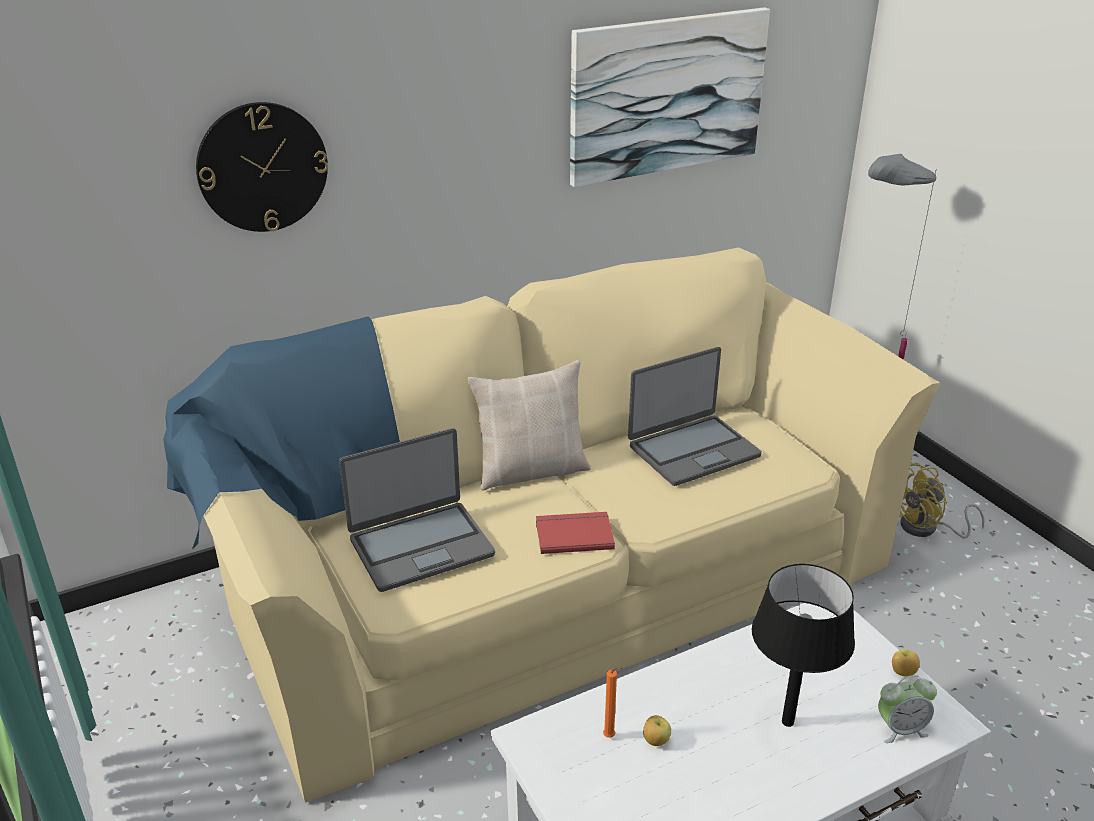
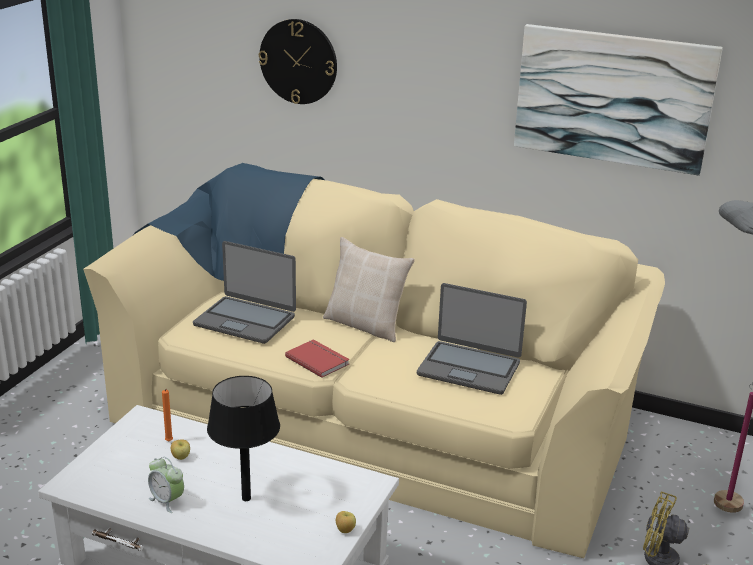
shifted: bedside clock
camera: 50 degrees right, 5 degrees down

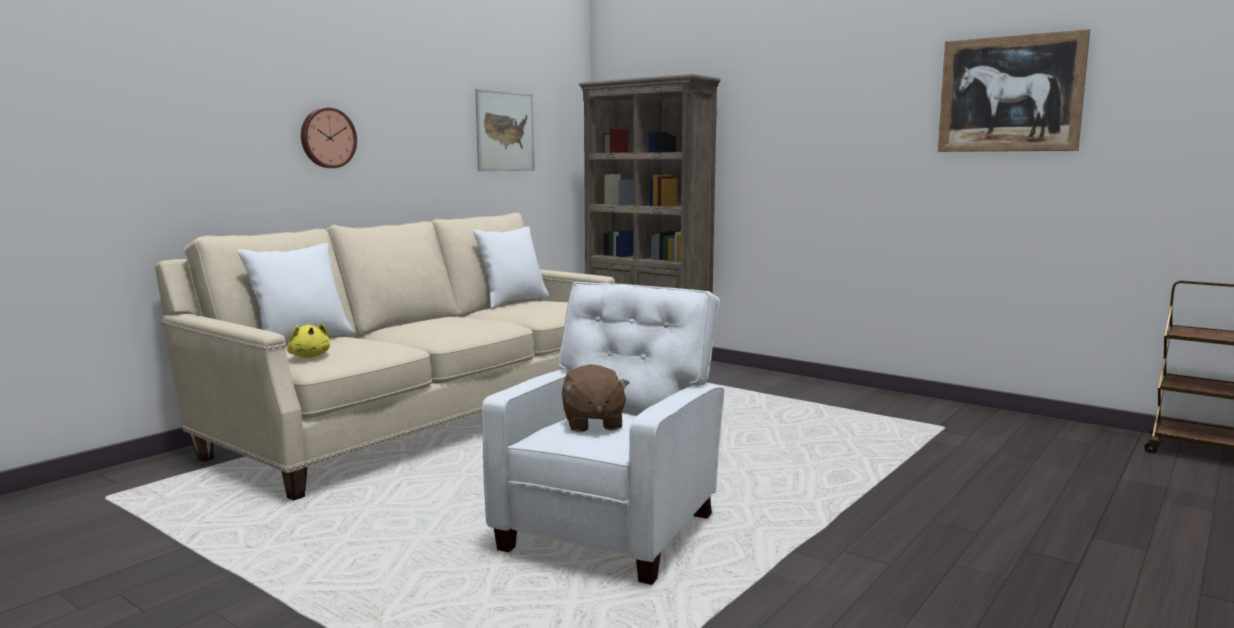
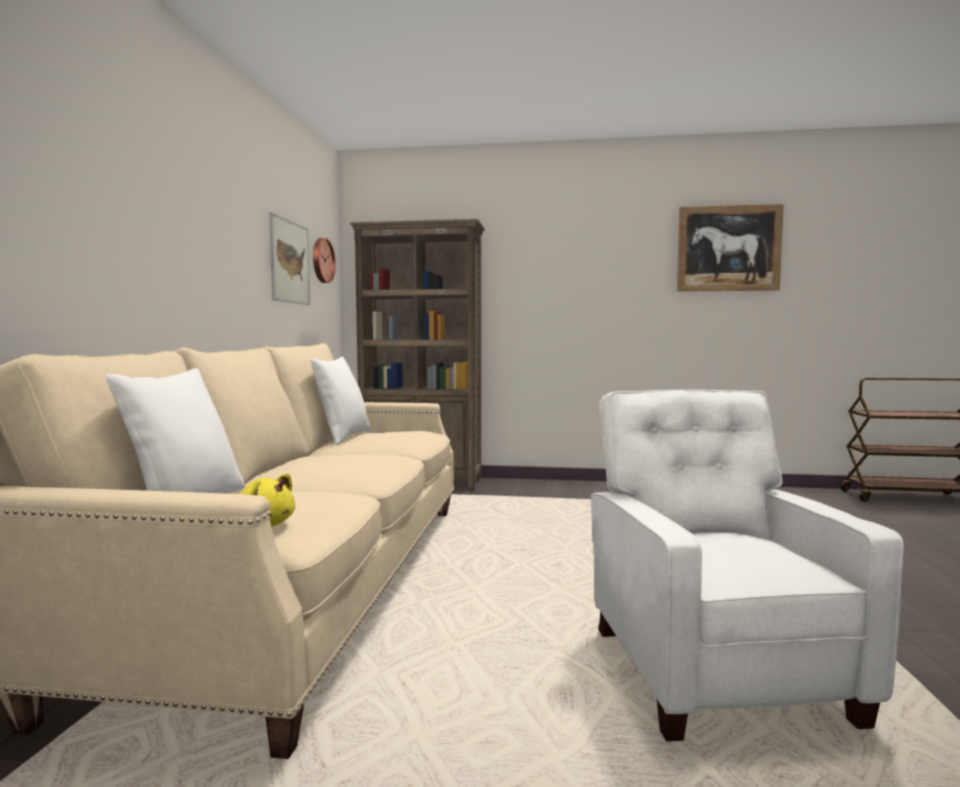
gone: cuddly toy in brown-coloured
shifted: wall clock
camera: 30 degrees left, 5 degrees down

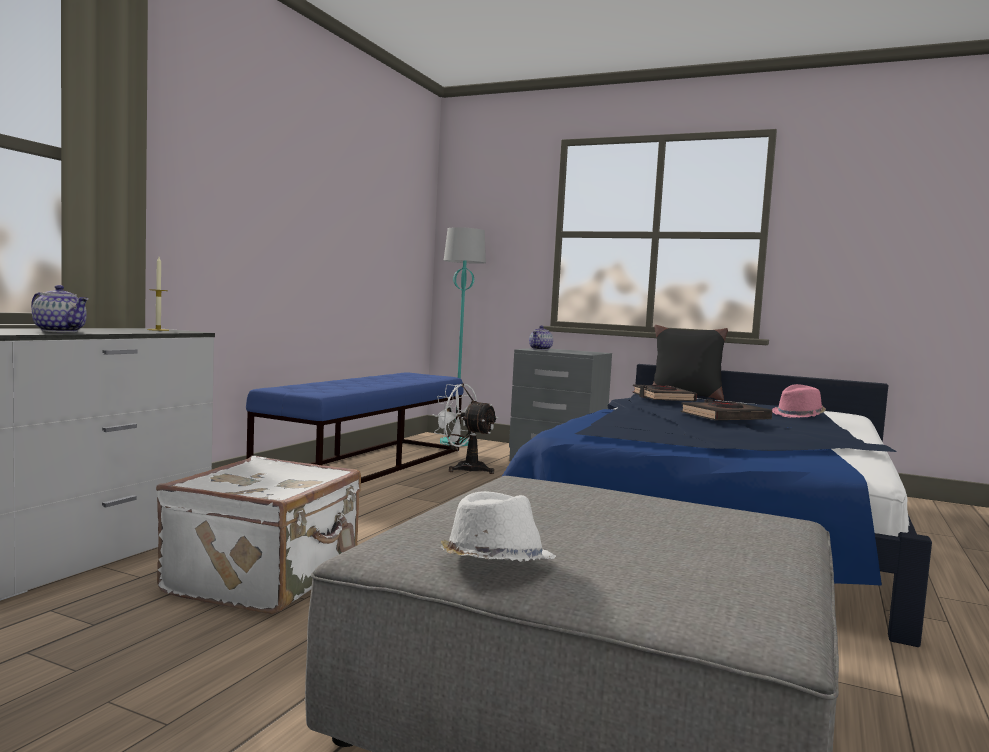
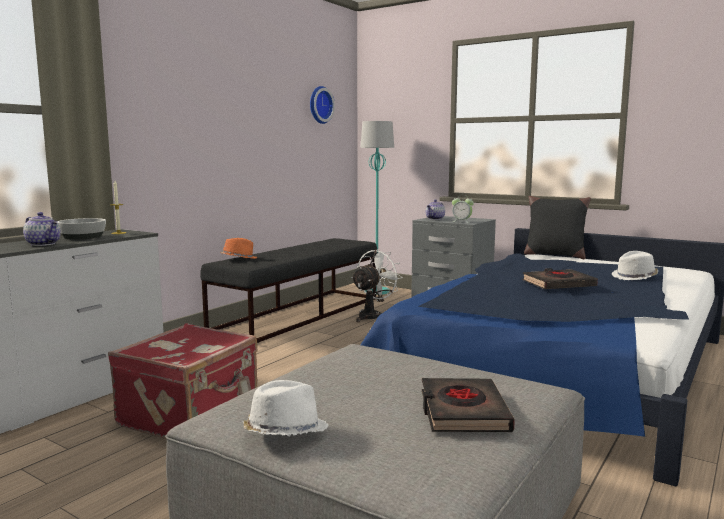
new: wall clock; bedside clock; serving bowl; clothing hat in orangey
shifted: volume in black (no. 1 from left)
repainted: long seat in bluish to long seat in black; clothing hat in pink to clothing hat in white-coloured (no. 2 from left); piece of luggage in white-coloured to piece of luggage in reddish
rotated: cooling fan in white-coloured 90 degrees clockwise
camera: 10 degrees right, 5 degrees up

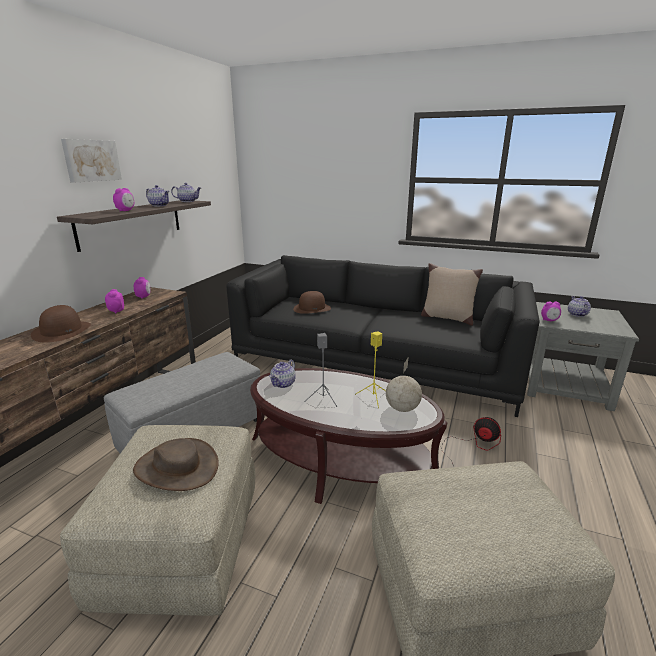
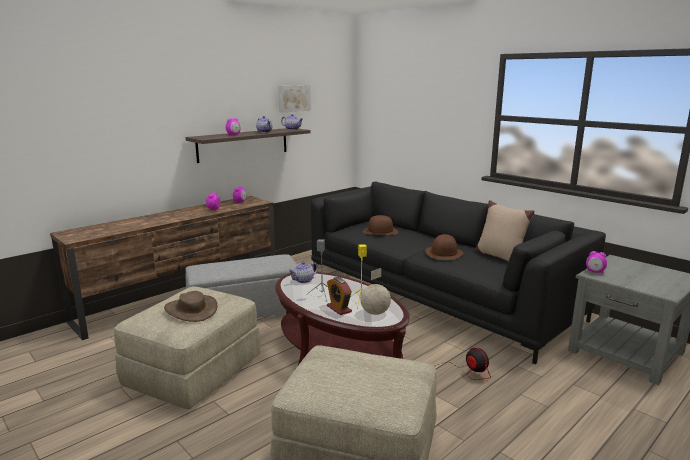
gone: tea pot (no. 4 from left)
new: bedside clock (no. 4 from left)
shifted: wall art; clothing hat in brown-coloured (no. 1 from left in the first image) to clothing hat in brown-coloured (no. 3 from left)
camera: 25 degrees right, 5 degrees down

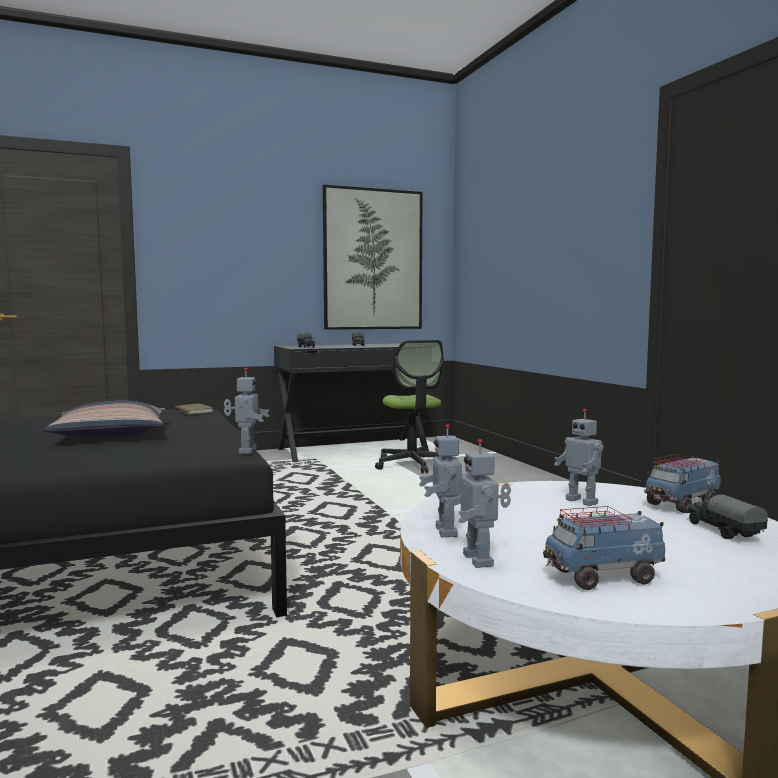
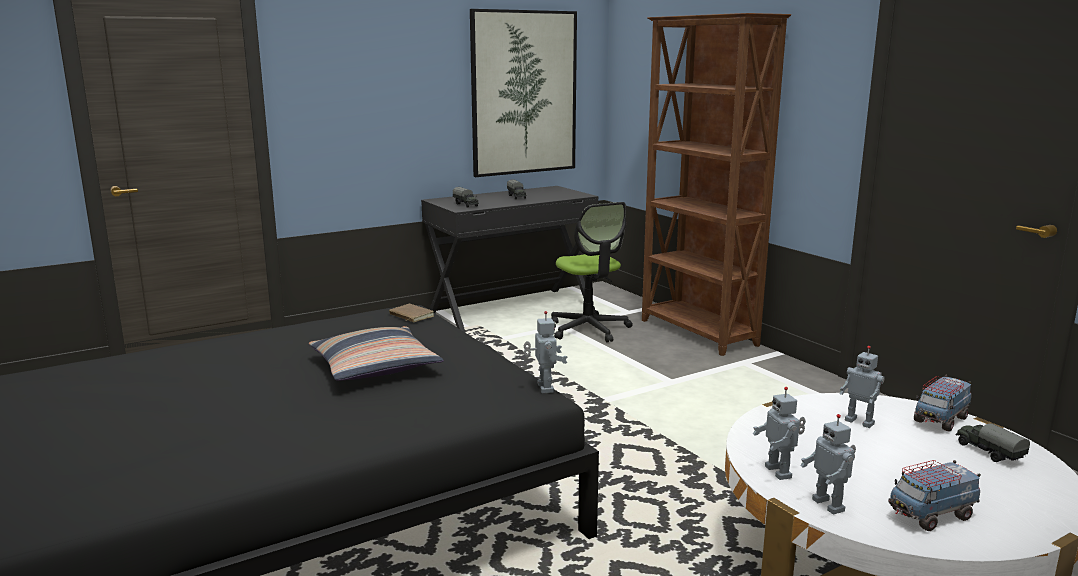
new: bookcase in brown-coloured
camera: 10 degrees left, 10 degrees up

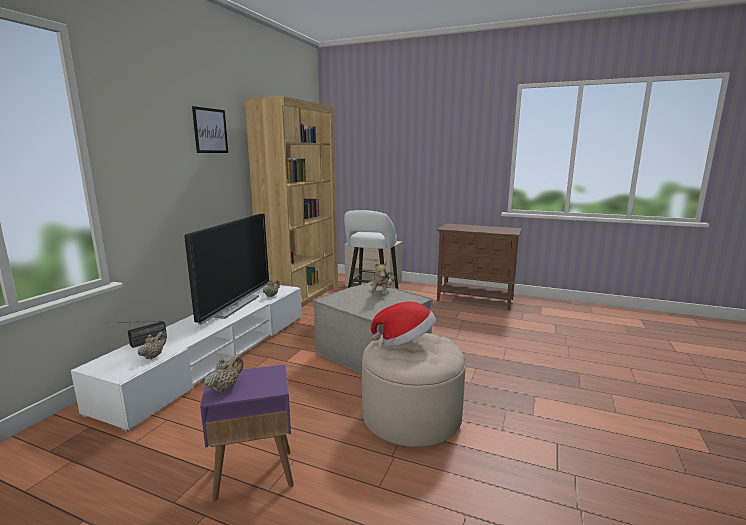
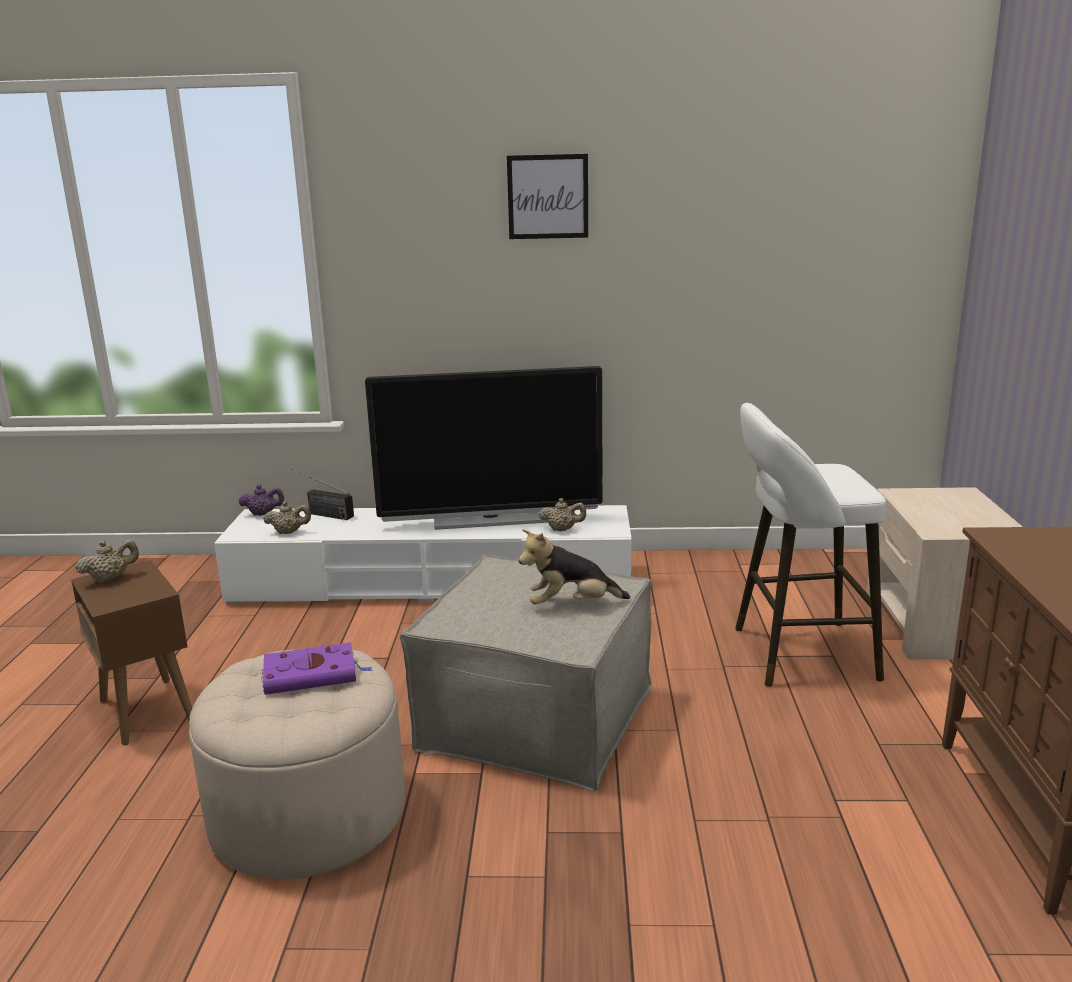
gone: bookcase in brown-coloured
new: tea pot in purple
swapped: clothing hat to volume in purple
repainted: accent table in purple to accent table in brown-coloured
rotated: tea pot in beige (no. 2 from left in the first image) 45 degrees counterclockwise
camera: 70 degrees right, 5 degrees up

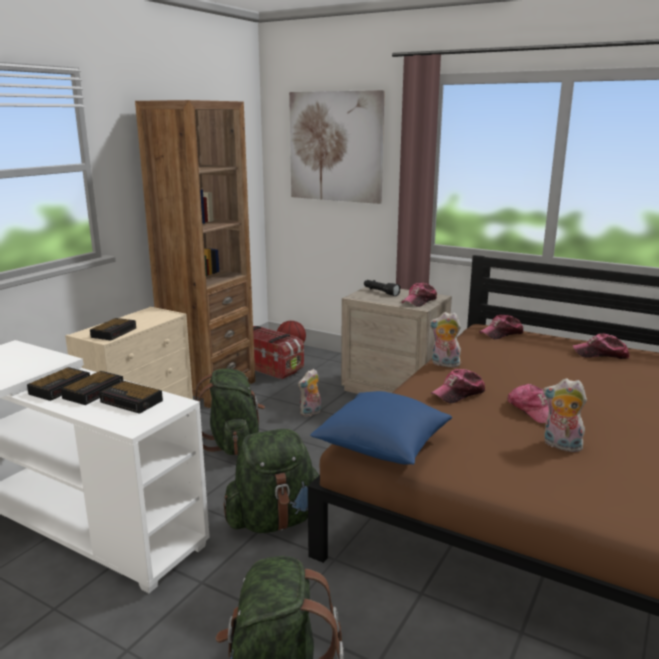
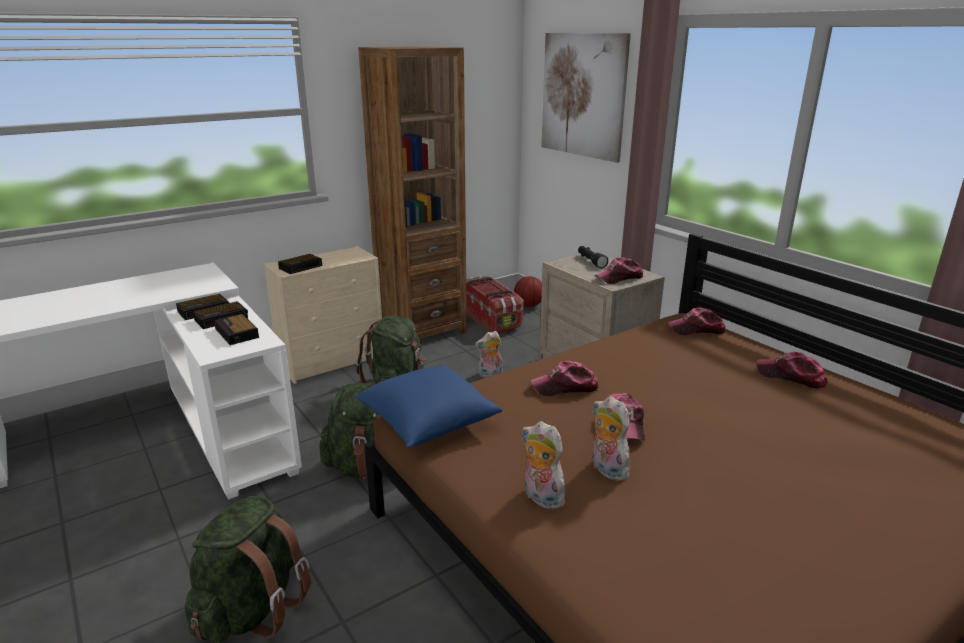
shifted: cuddly toy (no. 2 from left)
camera: 25 degrees right, 5 degrees up

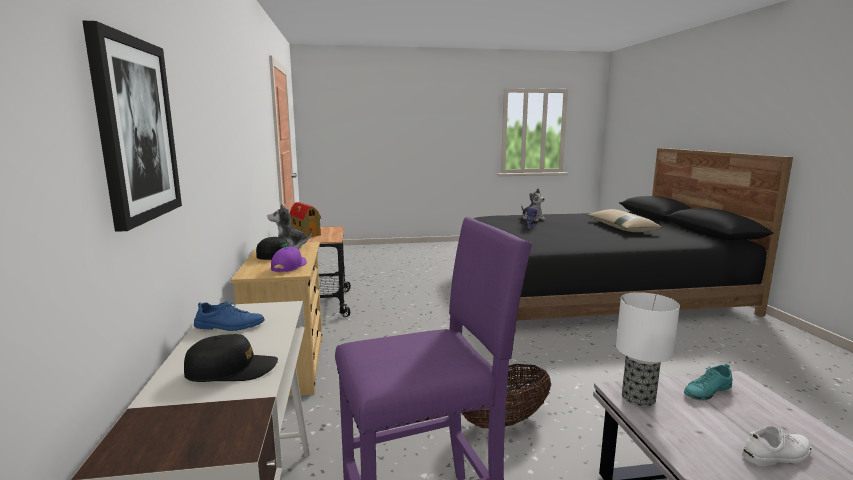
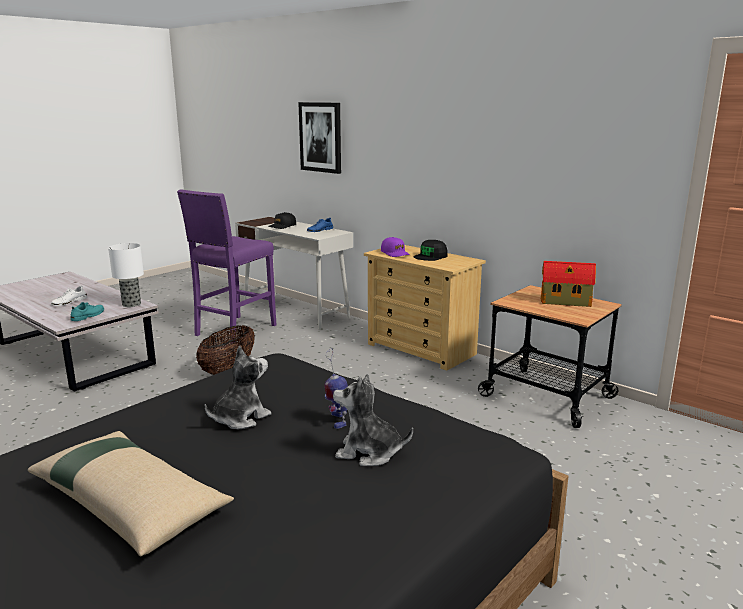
shifted: cuddly toy (no. 1 from left)
camera: 140 degrees right, 5 degrees up

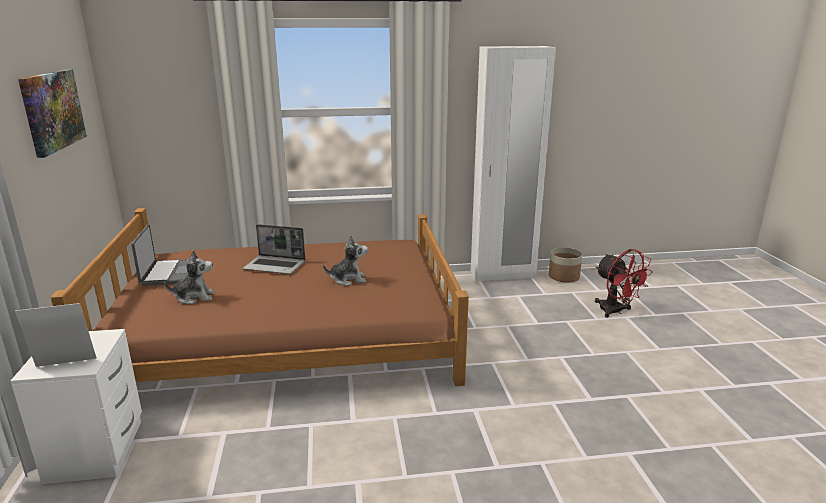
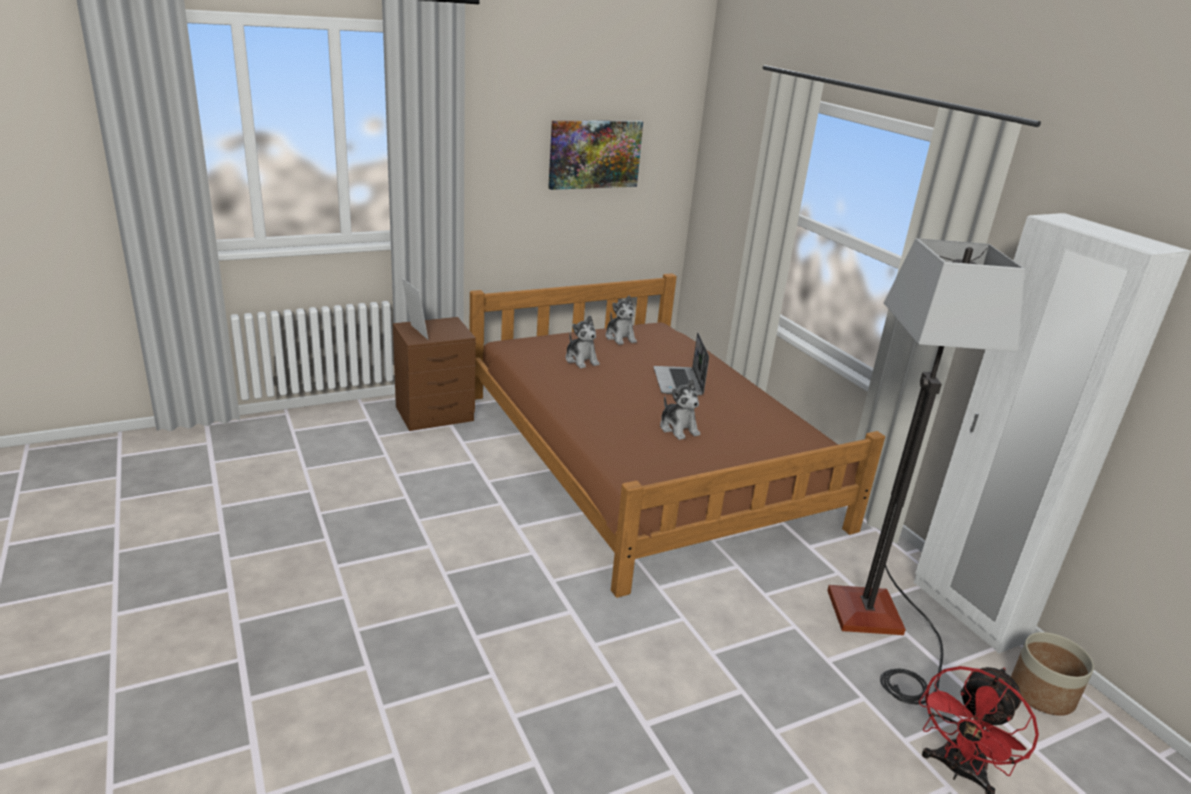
new: floor lamp
swapped: notebook computer (no. 1 from left) to cuddly toy (no. 2 from left)
repainted: night table in white-coloured to night table in brown-coloured
camera: 70 degrees right, 5 degrees up

